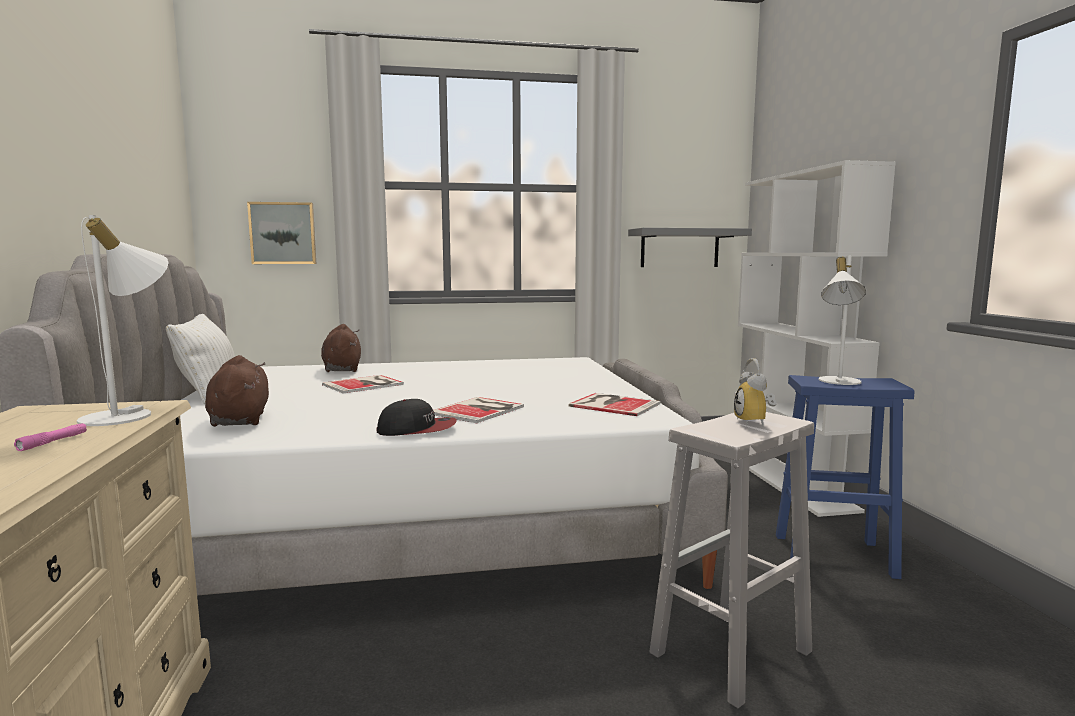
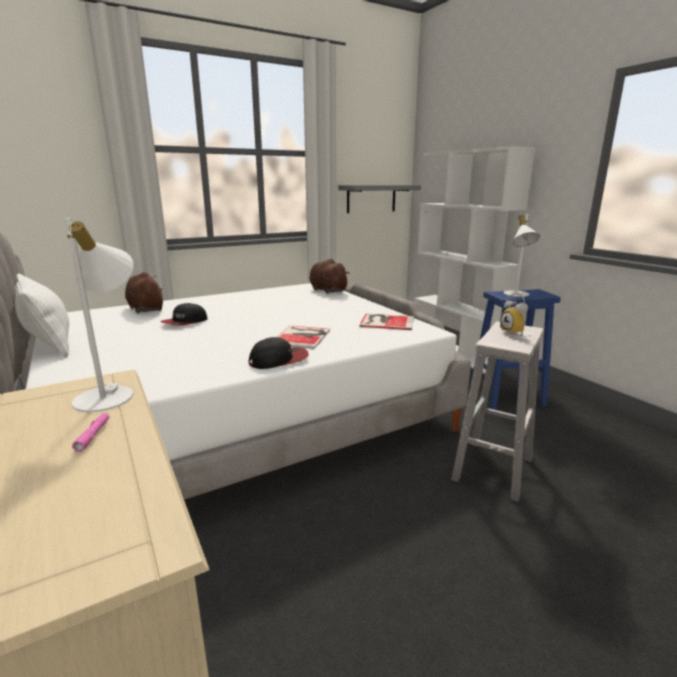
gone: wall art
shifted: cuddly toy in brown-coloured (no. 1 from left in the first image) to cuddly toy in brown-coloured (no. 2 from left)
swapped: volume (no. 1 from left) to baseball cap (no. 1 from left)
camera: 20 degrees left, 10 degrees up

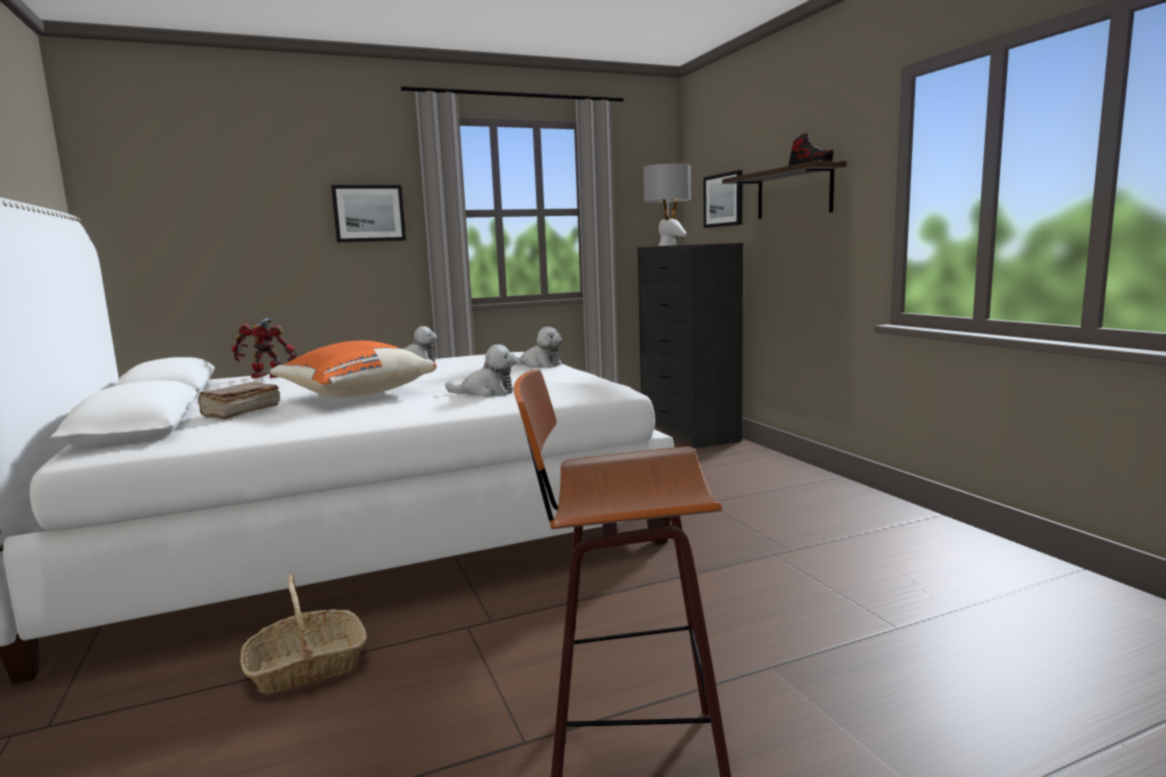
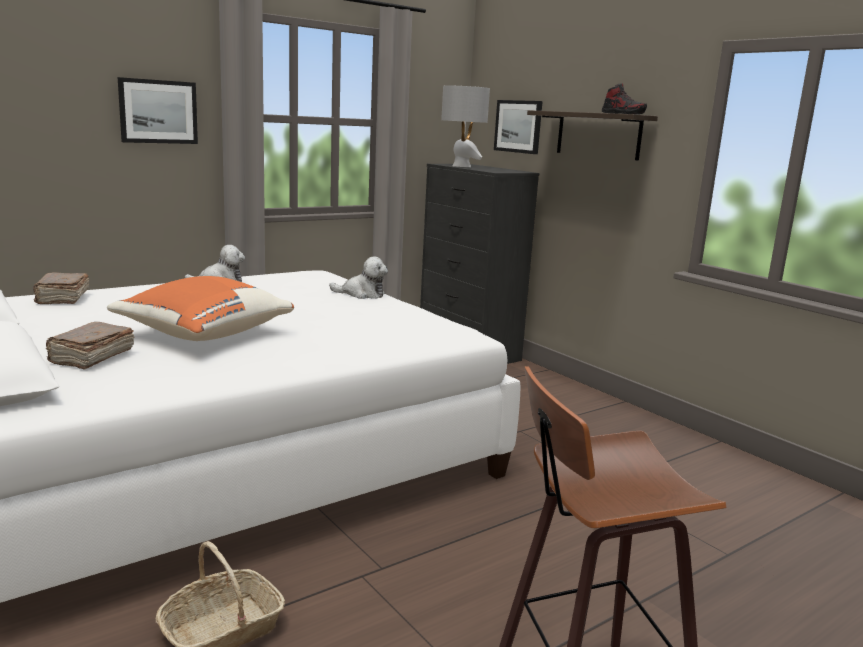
gone: cuddly toy (no. 2 from left)
swapped: toy robot to volume in brown-coloured (no. 1 from left)
camera: 15 degrees left, 5 degrees up

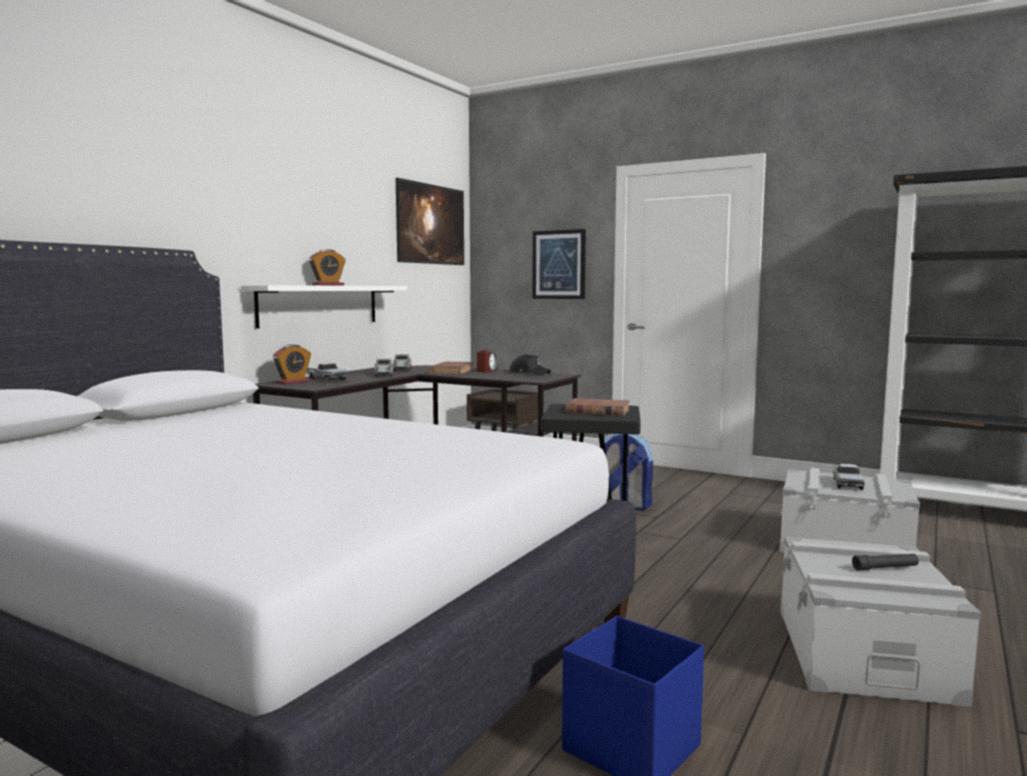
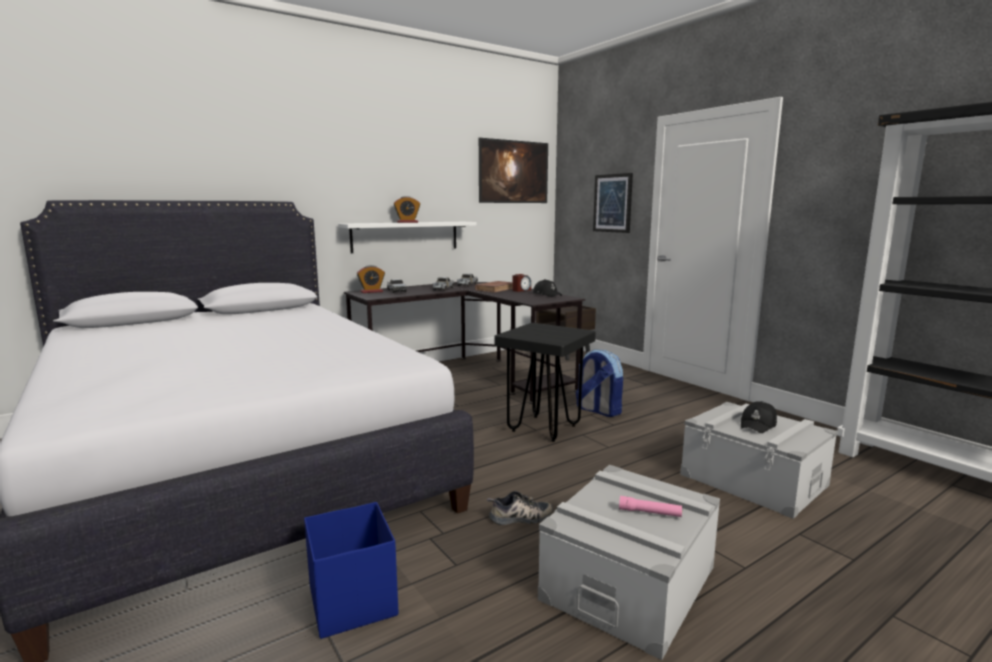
gone: volume in brown-coloured (no. 2 from left)
new: shoe
swapped: toy lorry (no. 4 from left) to baseball cap in black (no. 2 from left)
repainted: torch in black to torch in pink
camera: 25 degrees right, 5 degrees up

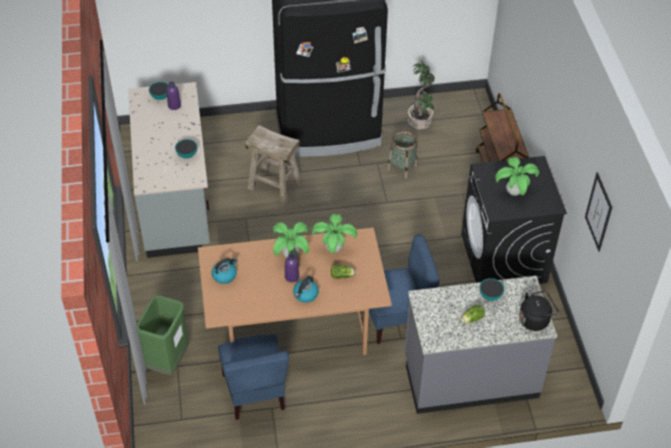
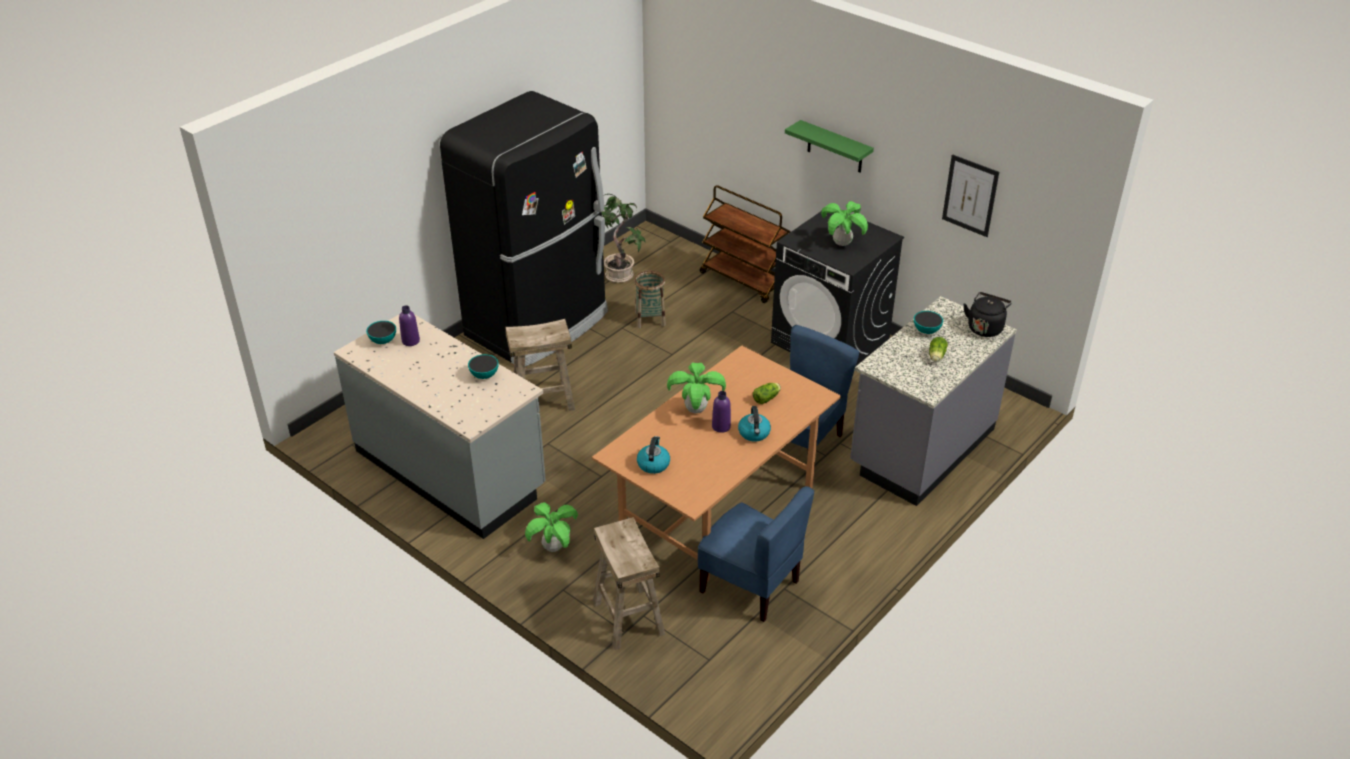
new: shelf in green-coloured
shifted: houseplant (no. 2 from left in the first image) to houseplant (no. 1 from left)
swapped: trash can in green-coloured to stool seat in beige (no. 2 from left)
camera: 40 degrees left, 10 degrees down

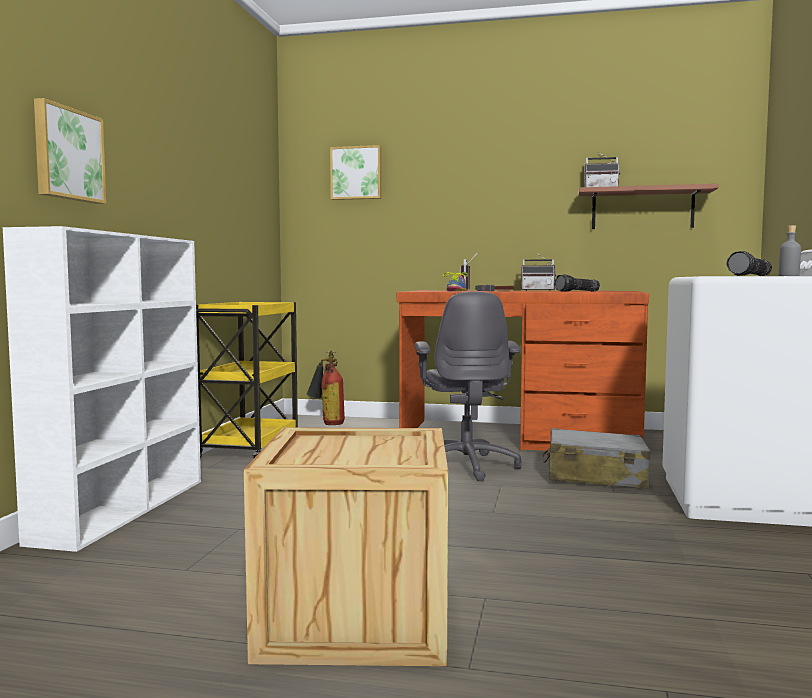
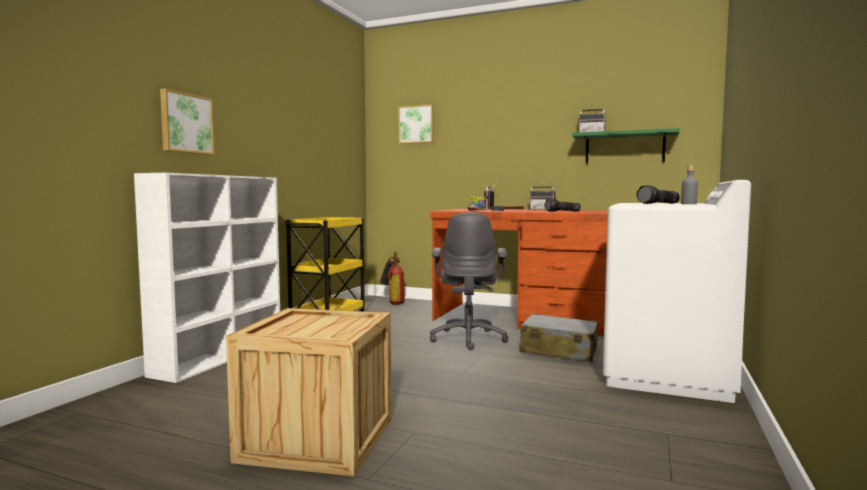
repainted: shelf in brown-coloured to shelf in green-coloured
camera: 10 degrees right, 0 degrees up

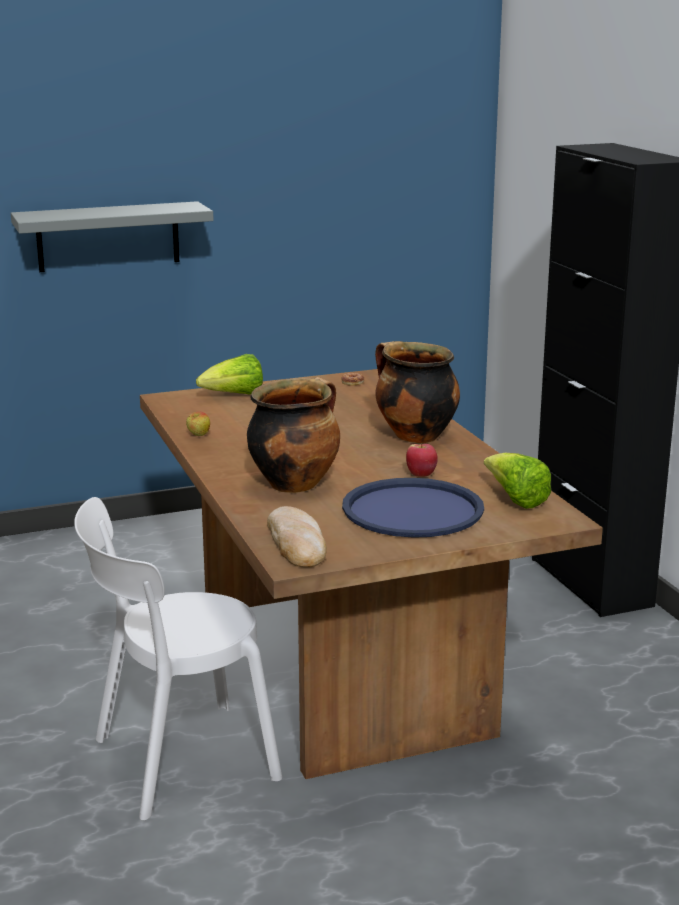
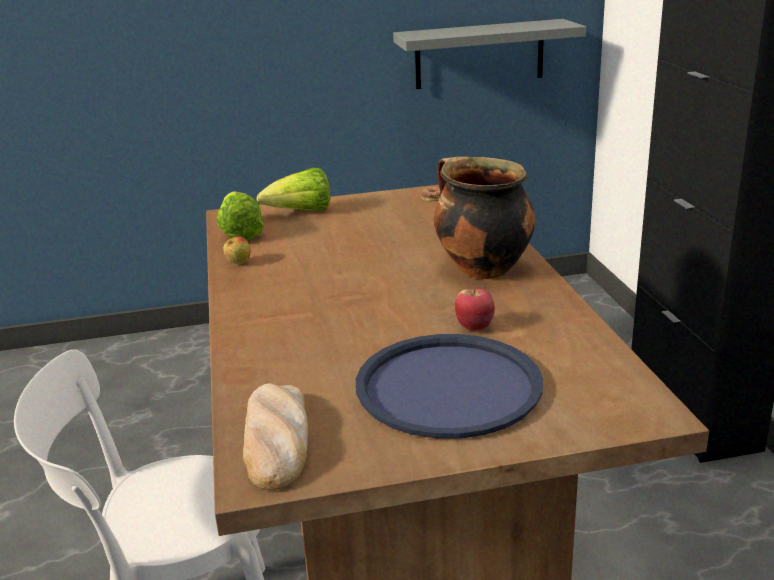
gone: saucepot (no. 1 from left)
shifted: shelf in greyish; lettuce head (no. 2 from left in the first image) to lettuce head (no. 1 from left)
camera: 10 degrees right, 5 degrees up

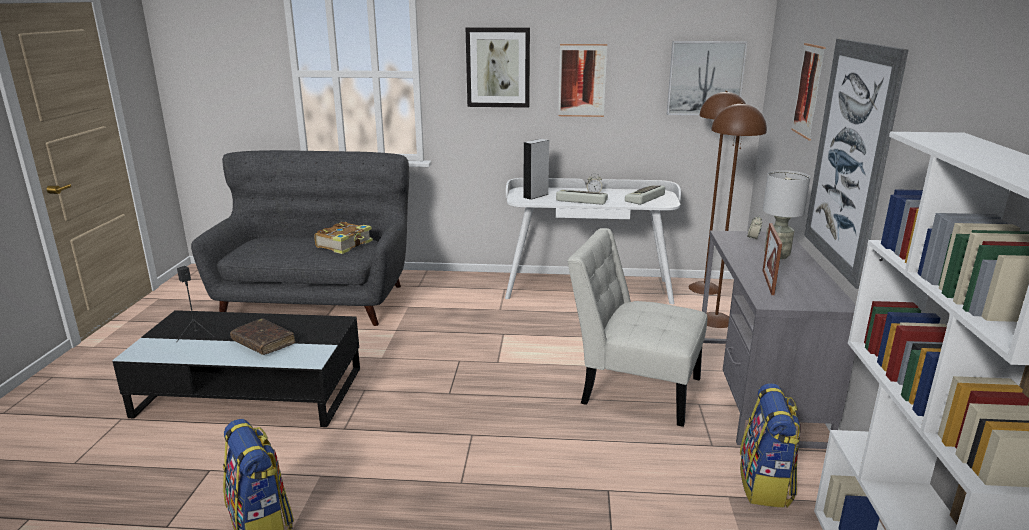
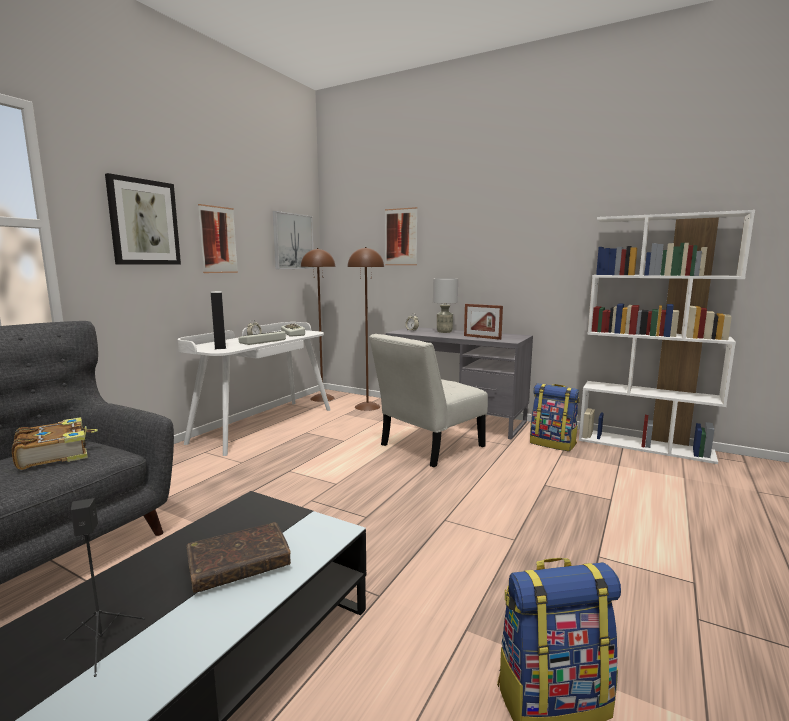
gone: wall art (no. 5 from left)
camera: 65 degrees left, 10 degrees down

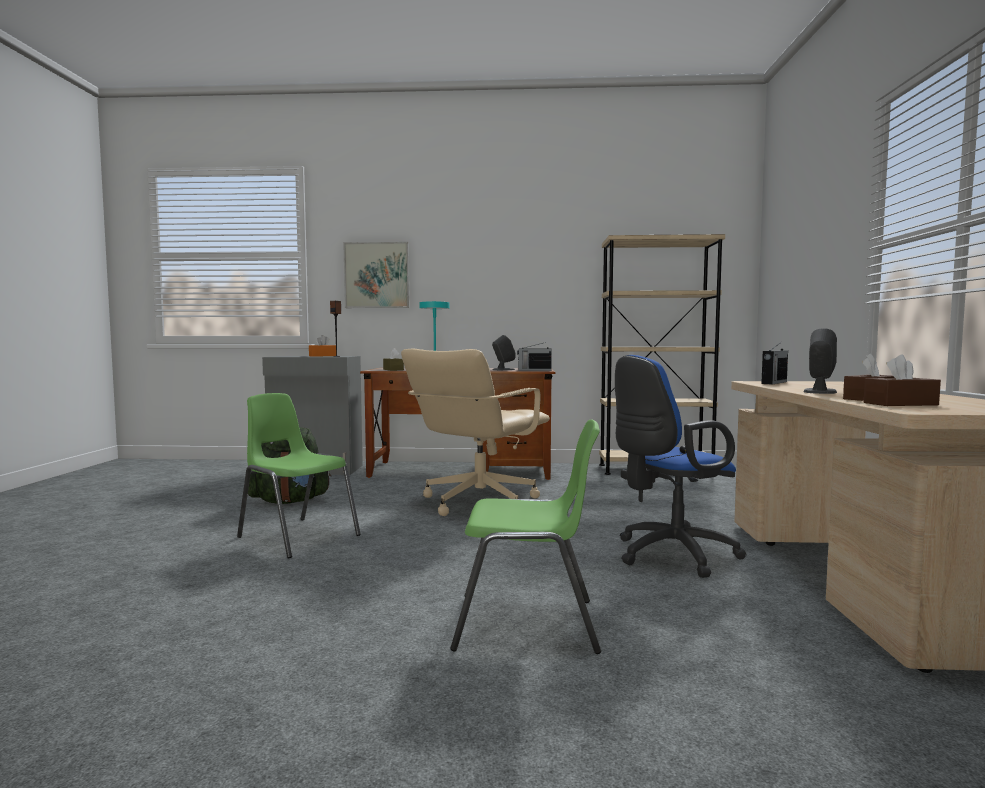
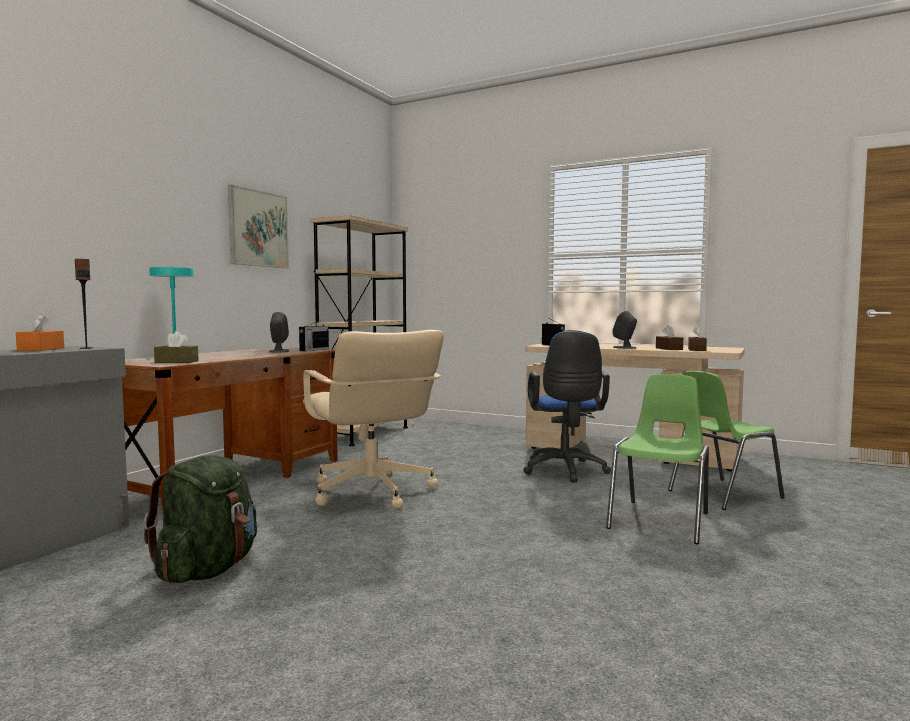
shifted: wall art; chair in green-coloured (no. 1 from left in the first image) to chair in green-coloured (no. 2 from left)
camera: 65 degrees left, 0 degrees up

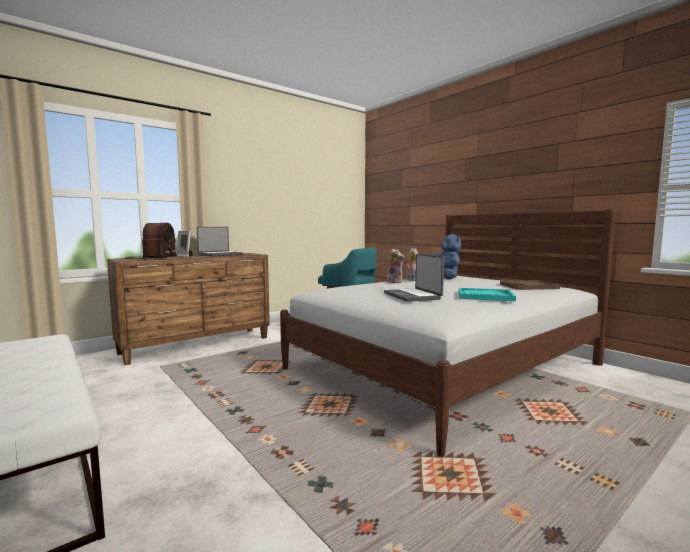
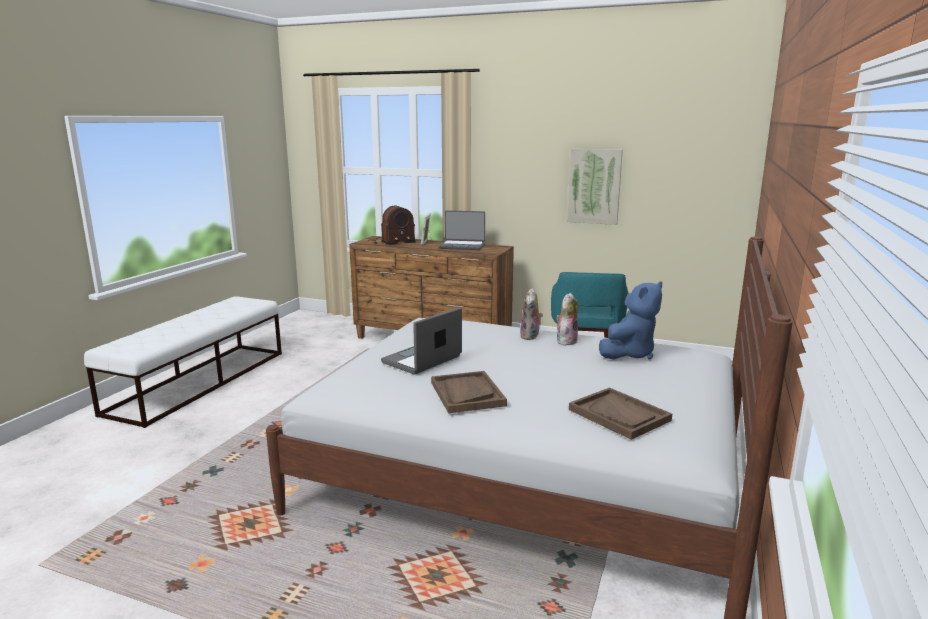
new: wall art
repainted: carrying tray in turquoise to carrying tray in brown-coloured (no. 1 from left)
camera: 60 degrees right, 10 degrees up

